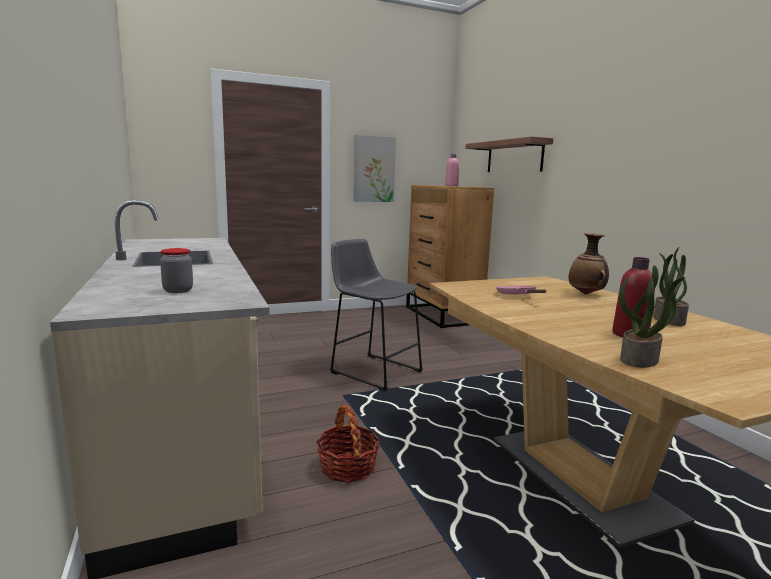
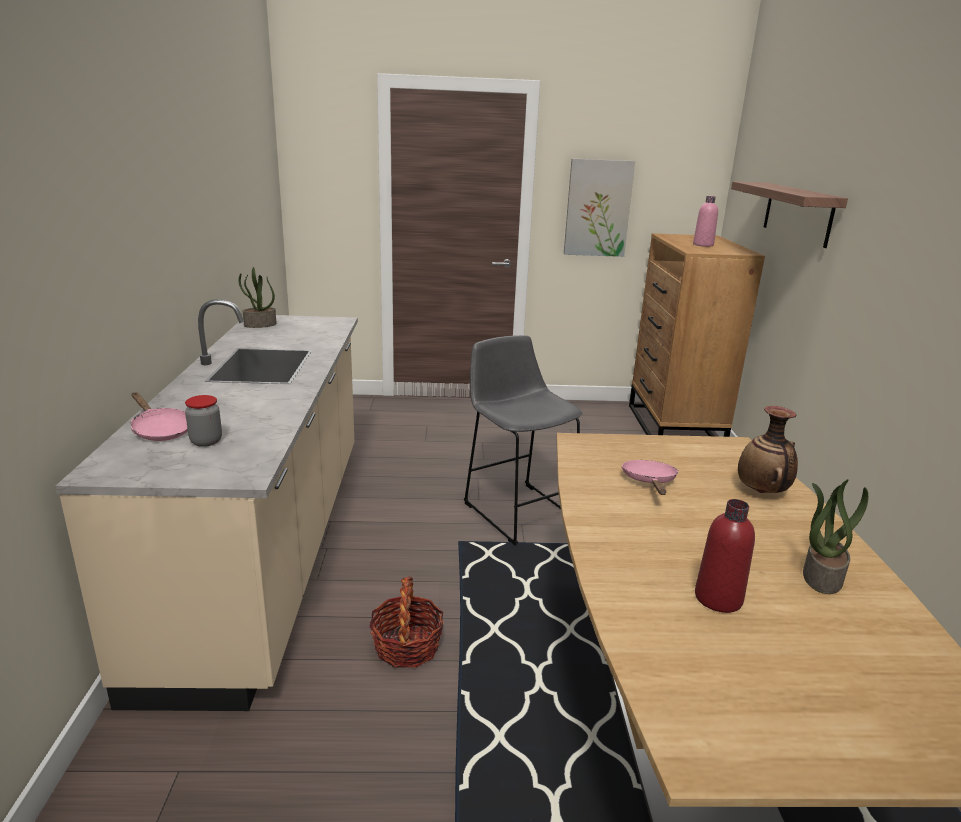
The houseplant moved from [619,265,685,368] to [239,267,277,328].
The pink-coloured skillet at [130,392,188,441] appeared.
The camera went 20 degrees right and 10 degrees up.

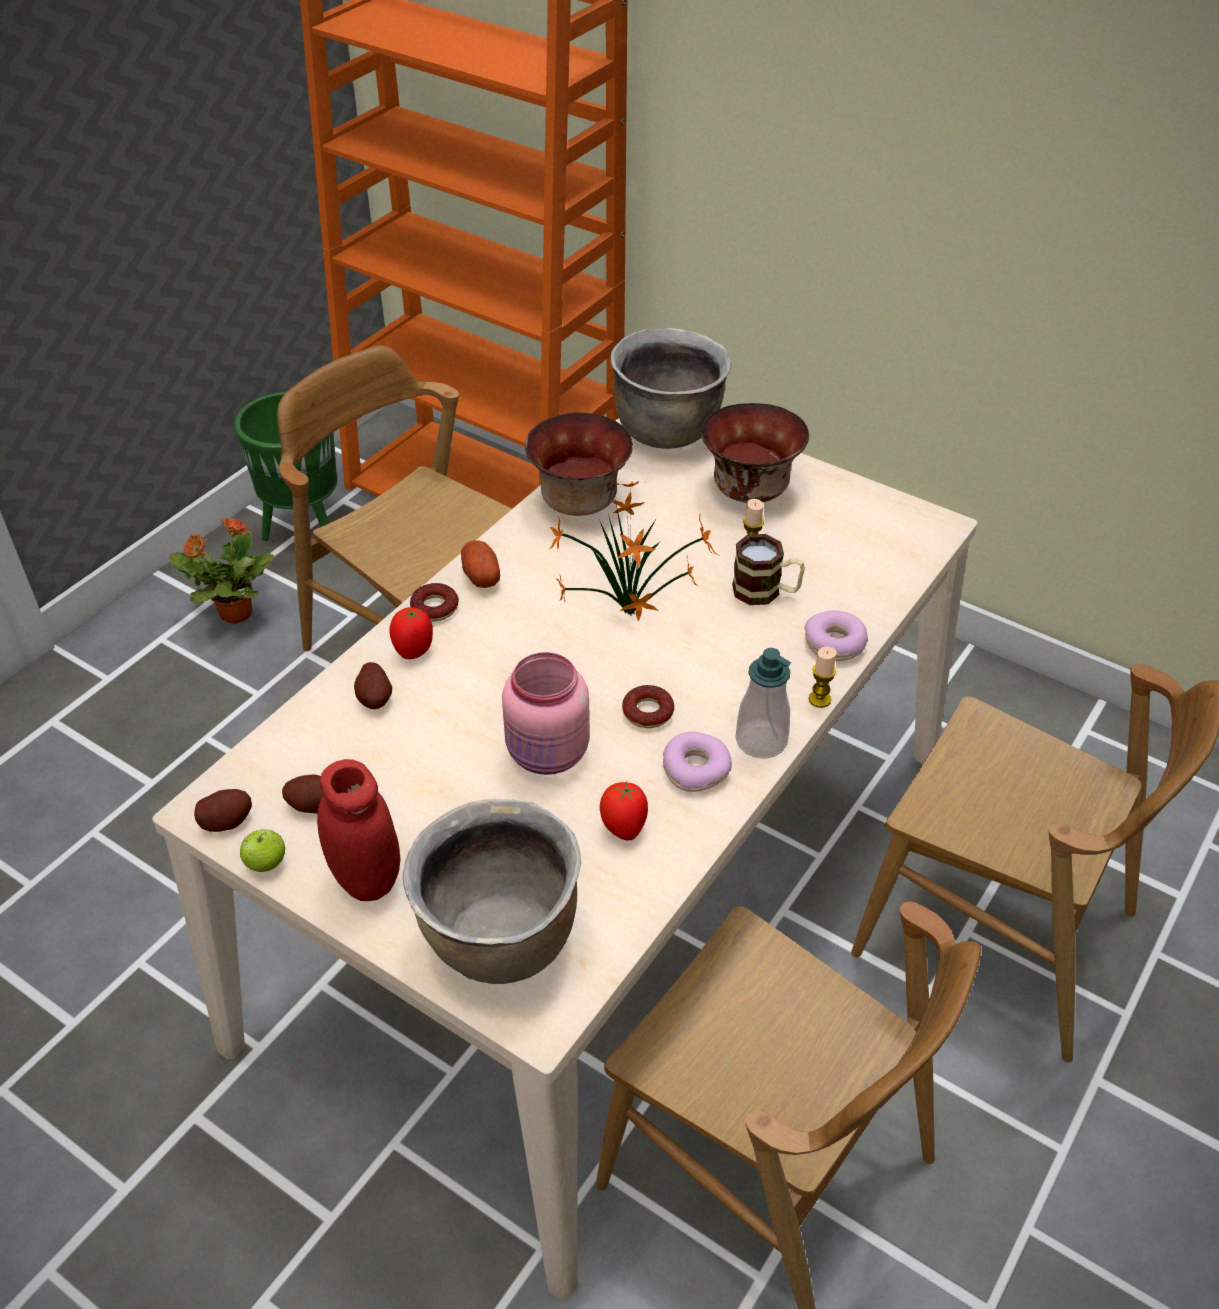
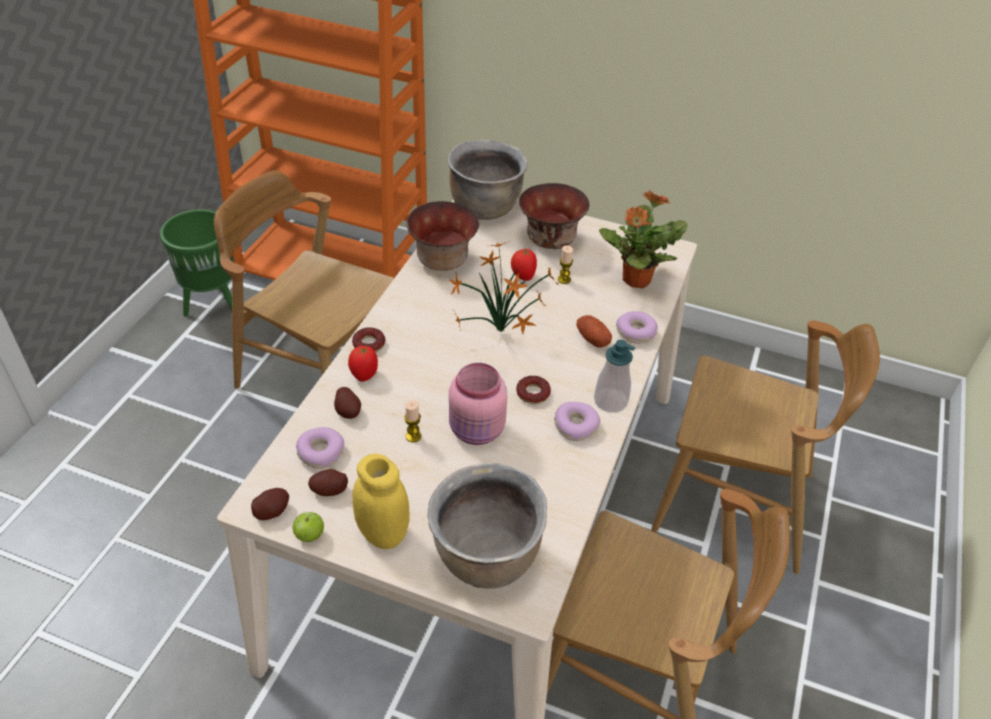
The houseplant moved from [169,518,274,624] to [599,190,688,288].
The red-coloured preserve jar at [317,759,400,901] became the yellow preserve jar at [352,454,409,549].
The spud moved from [461,540,500,588] to [577,315,612,347].
The tomato moved from [600,781,648,841] to [511,248,537,281].
The coffee mug at [732,534,805,605] disappeared.
The candle moved from [808,647,837,708] to [404,400,421,442].
The ring doughnut at [296,427,344,469] appeared.
The camera went 15 degrees left and 0 degrees up.

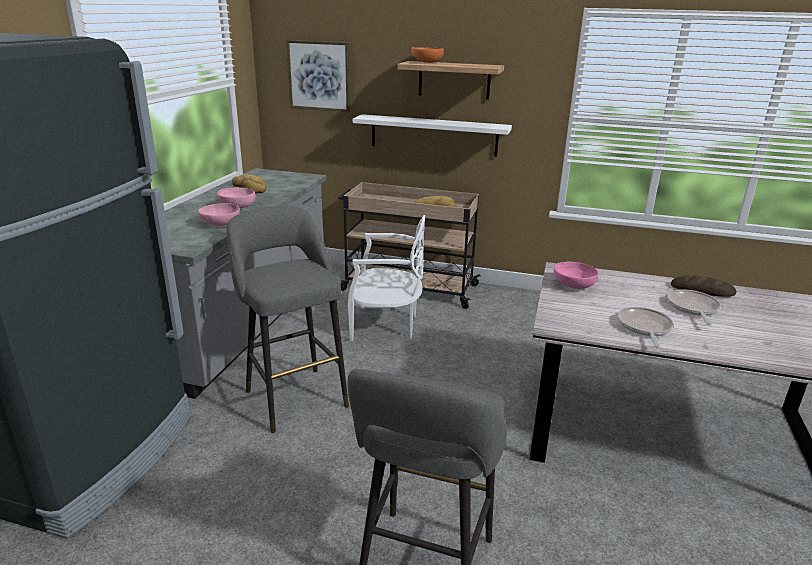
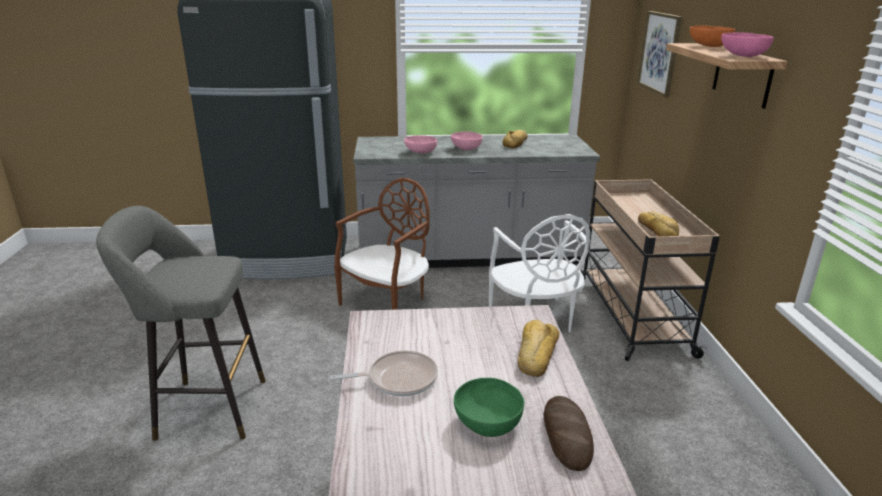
The grey stool seat at [227,206,349,433] was replaced by the brown upright chair at [334,178,430,310].
The white-coloured bracket shelf at [353,114,512,156] disappeared.
The pink-coloured serving bowl moved from [554,261,598,289] to [721,32,774,57].
The skillet at [667,289,721,325] was replaced by the greenish serving bowl at [454,378,524,437].
The bakery bread at [518,320,559,377] appeared.
The camera went 70 degrees right and 0 degrees up.

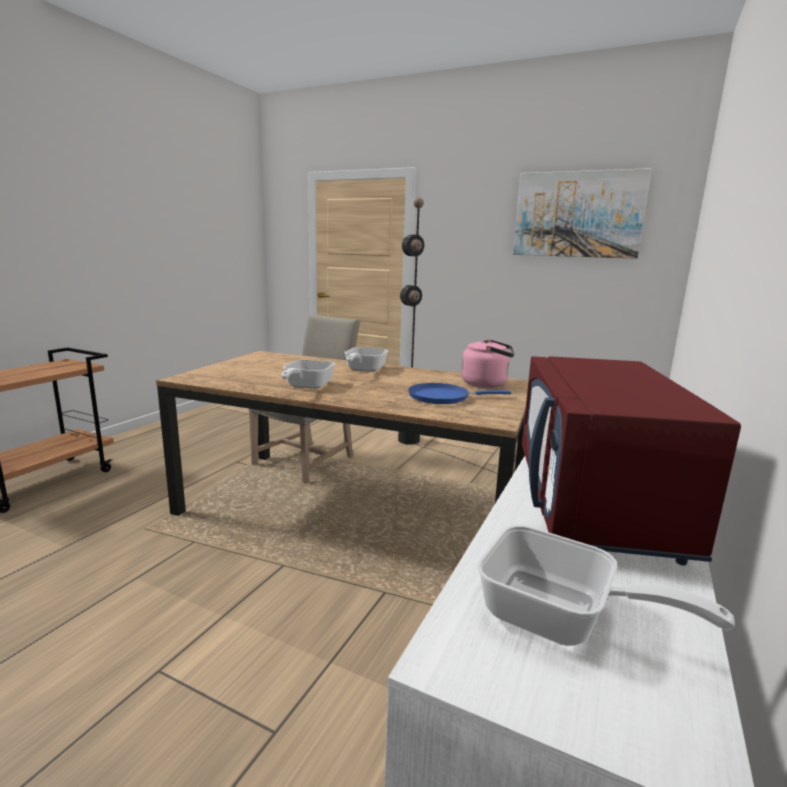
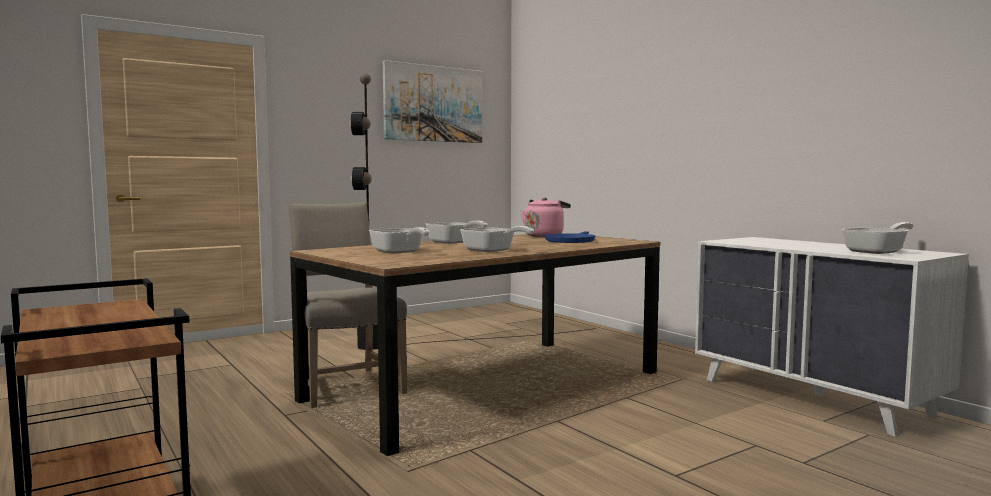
The red-coloured microwave oven at [522,356,741,566] disappeared.
The skillet at [369,227,430,254] appeared.
The camera went 60 degrees left and 10 degrees down.

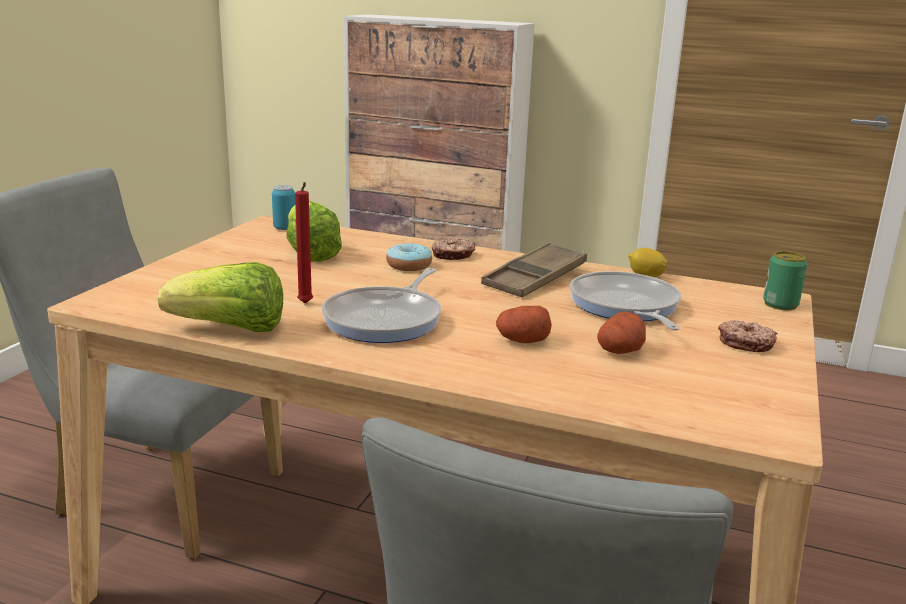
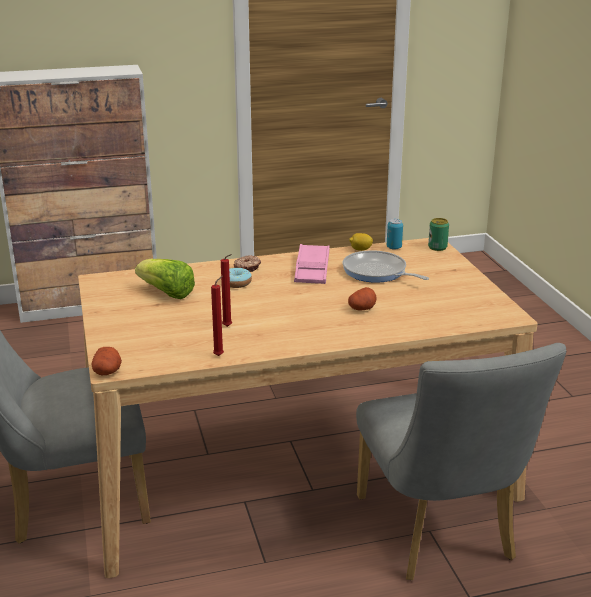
The head of lettuce at [158,262,283,332] was replaced by the red-coloured candle at [211,276,224,356].
The metal can moved from [272,185,295,230] to [387,219,403,250].
The skillet at [321,268,442,343] disappeared.
The brown serving tray at [481,242,587,297] became the pink-coloured serving tray at [294,244,330,284].
The spud moved from [597,312,646,354] to [91,347,122,375].
The ring doughnut at [718,320,778,352] disappeared.
The camera went 35 degrees left and 5 degrees up.

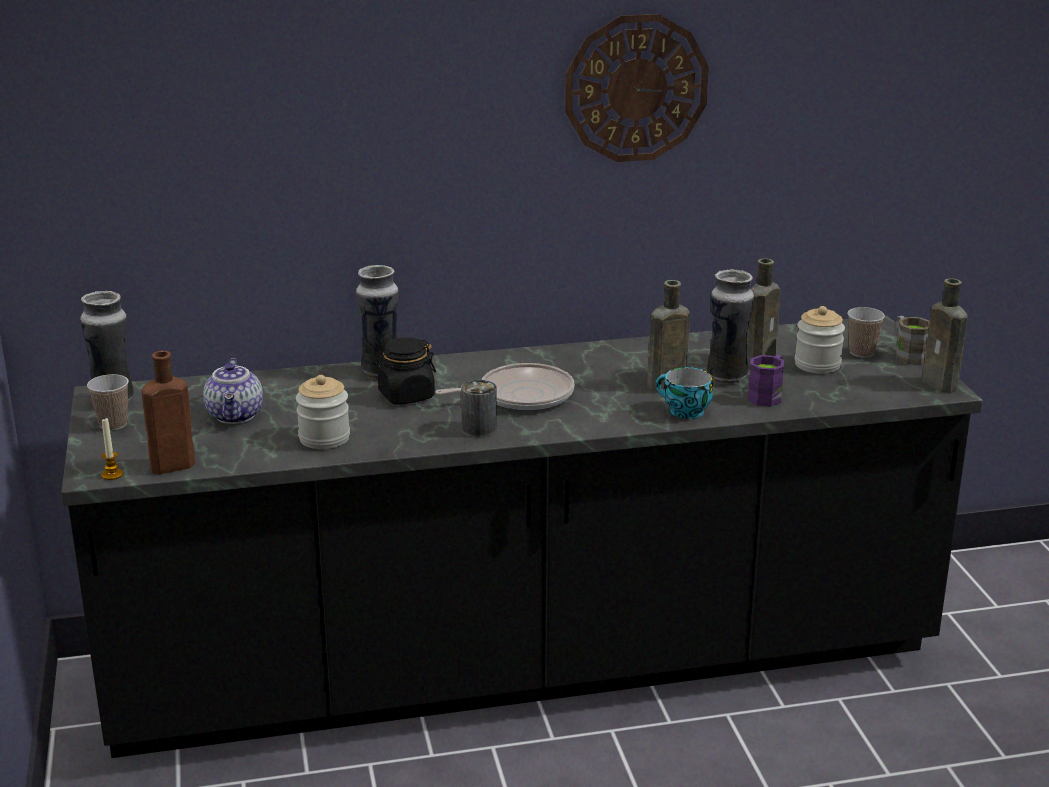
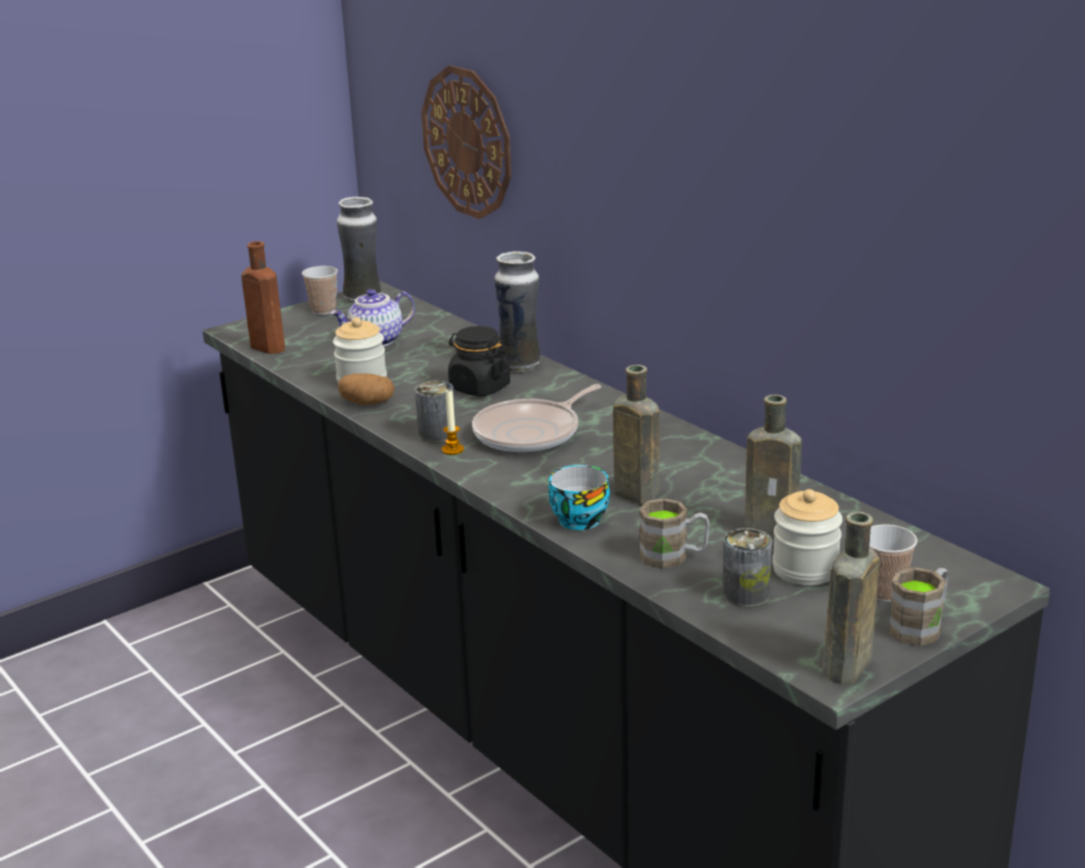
The candle moved from [101,417,124,480] to [442,391,464,455].
The skillet at [435,363,574,411] turned 90 degrees clockwise.
The hanging clock moved from [565,14,709,162] to [421,65,511,219].
The flower vase at [706,269,754,384] disappeared.
The purple coffee mug at [748,355,784,407] became the brown coffee mug at [639,498,710,569].
The spud at [338,374,395,405] appeared.
The metal can at [722,528,772,607] appeared.
The camera went 65 degrees right and 0 degrees up.

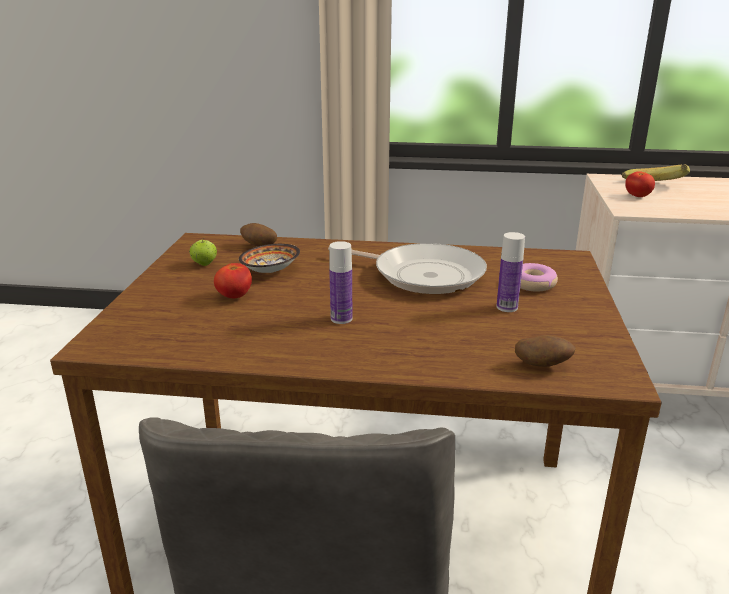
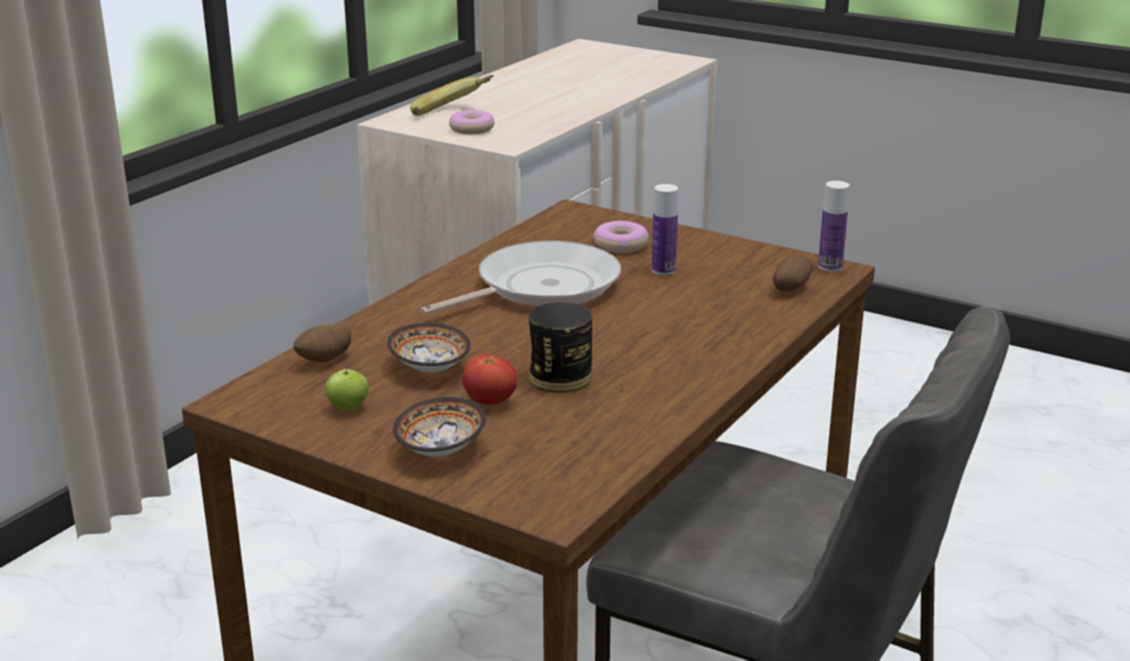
The bottle moved from [329,241,352,324] to [818,181,850,272].
The tomato at [625,172,655,197] was replaced by the ring doughnut at [449,110,494,134].
The serving bowl at [393,397,486,457] appeared.
The metal can at [528,302,592,393] appeared.
The camera went 65 degrees left and 0 degrees up.

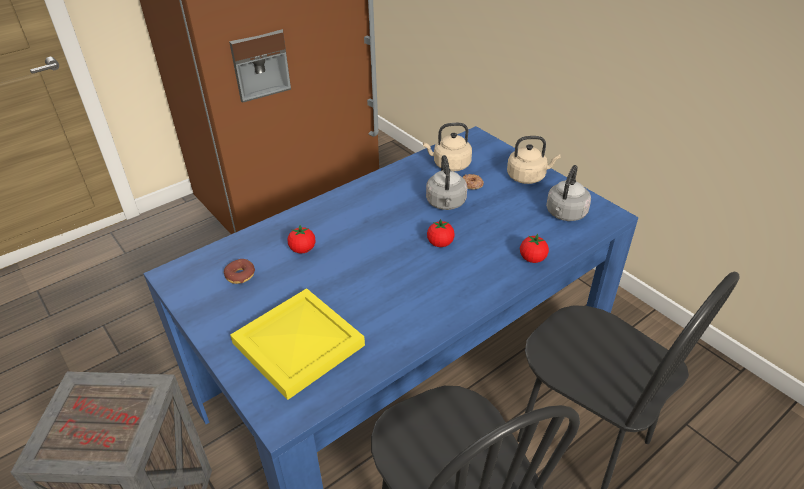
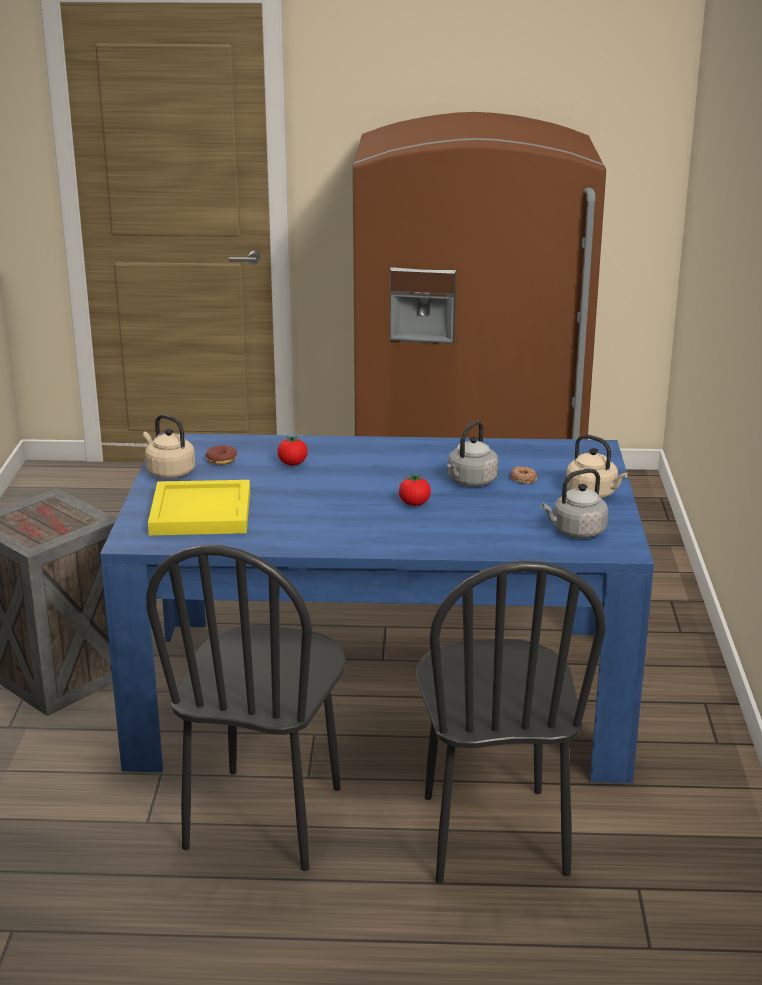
The beige-coloured water kettle moved from [423,123,472,172] to [143,414,195,479].
The tomato at [520,234,549,263] disappeared.
The camera went 40 degrees right and 15 degrees down.

